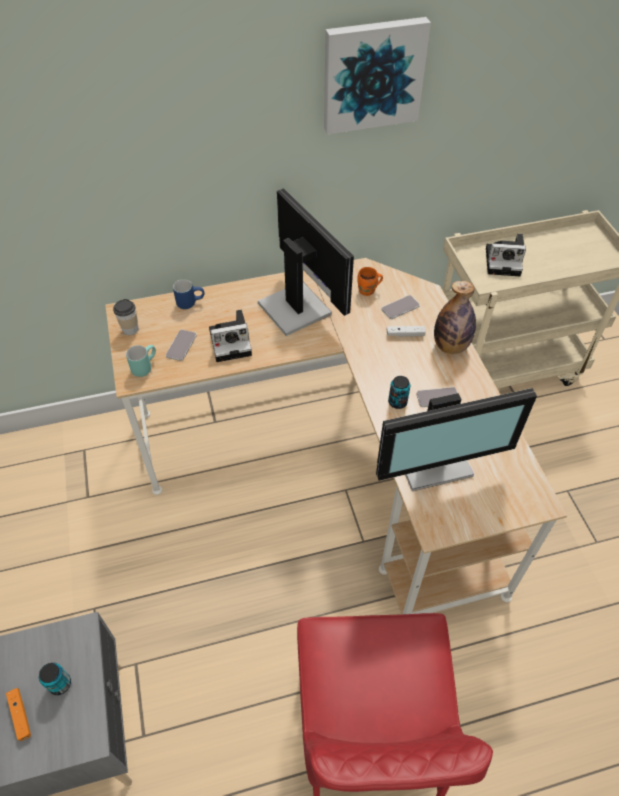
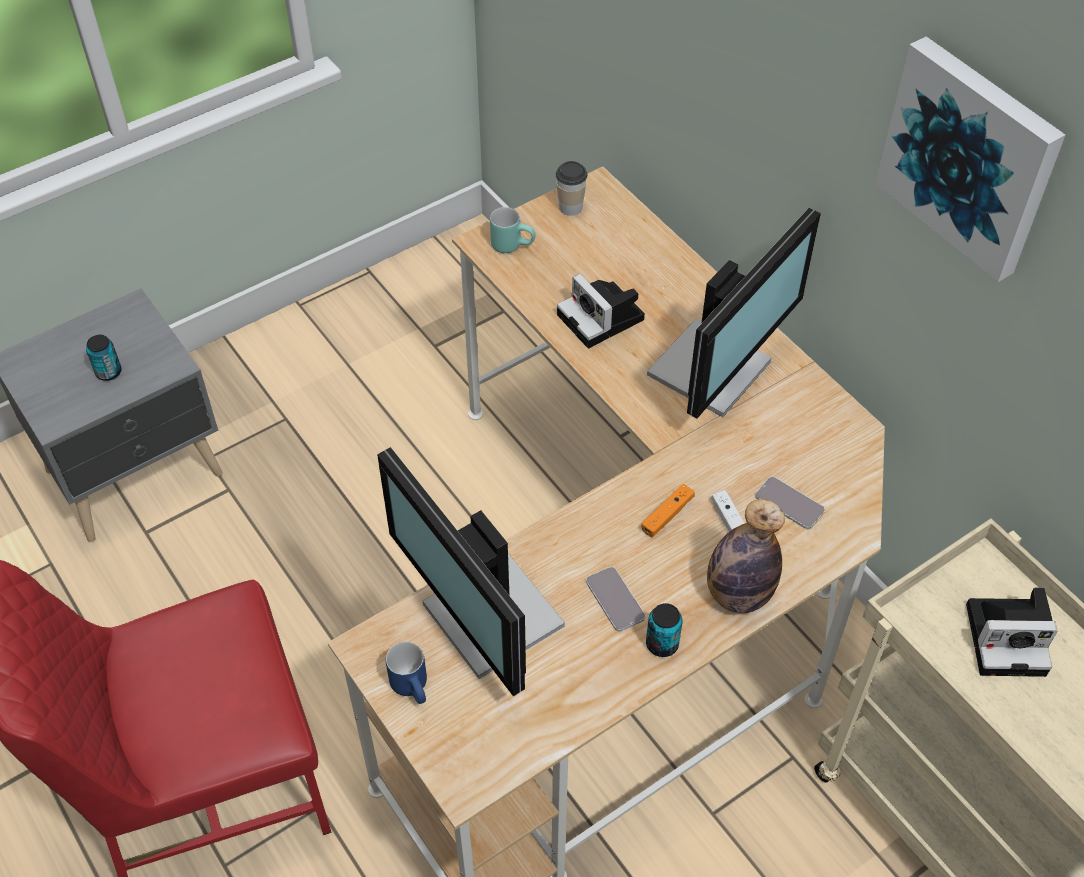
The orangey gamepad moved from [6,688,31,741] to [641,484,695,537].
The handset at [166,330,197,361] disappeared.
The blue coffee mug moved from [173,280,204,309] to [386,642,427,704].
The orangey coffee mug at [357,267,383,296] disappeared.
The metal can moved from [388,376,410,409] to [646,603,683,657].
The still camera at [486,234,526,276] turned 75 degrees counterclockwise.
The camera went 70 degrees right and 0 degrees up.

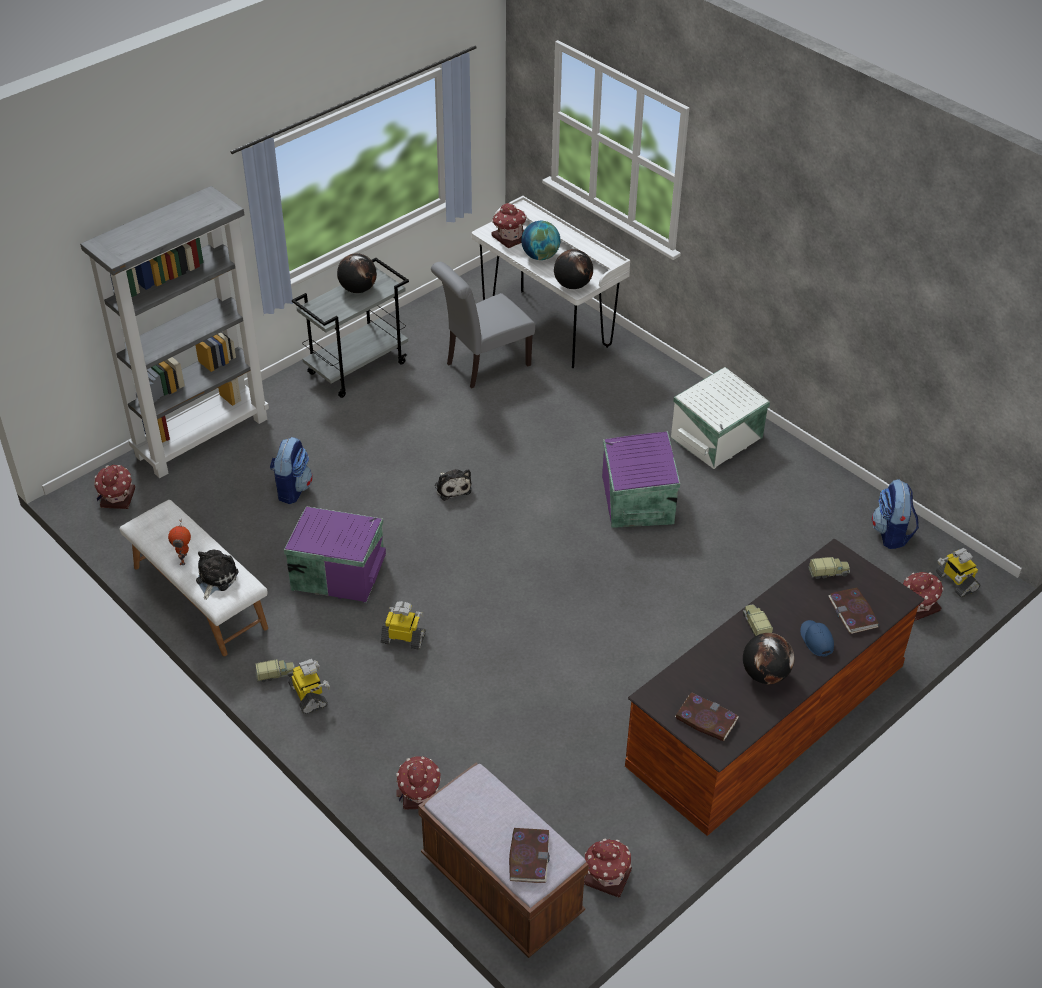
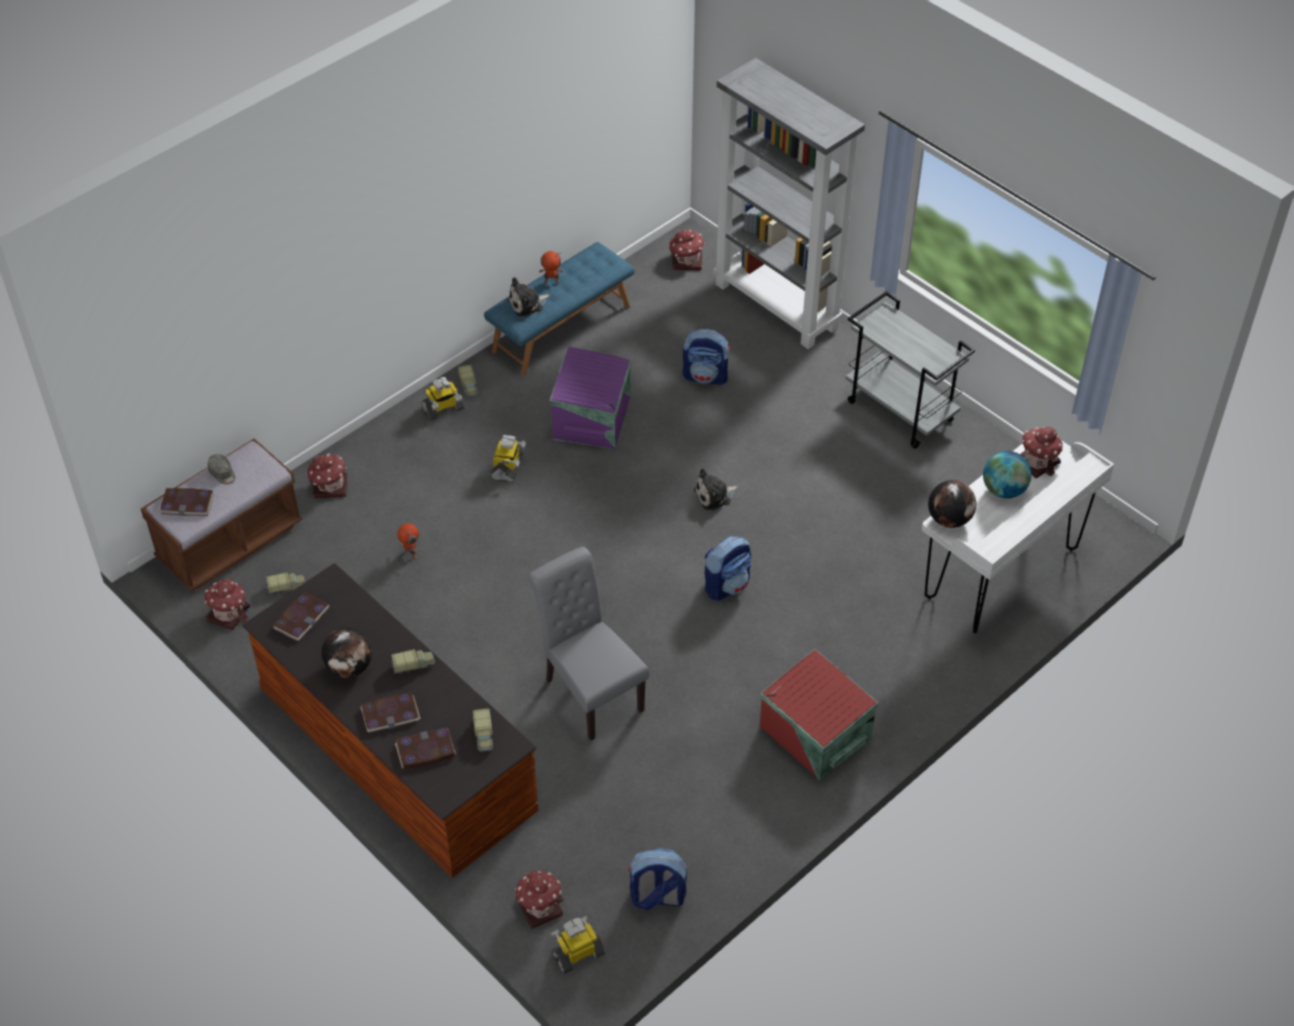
The white-coloured indoor bench at [120,500,268,656] became the blue indoor bench at [484,242,635,376].
The plush toy at [196,549,239,600] turned 135 degrees clockwise.
The world globe at [337,253,377,293] disappeared.
The grey upright chair moved from [431,262,535,388] to [528,547,649,741].
The purple storage bin at [602,431,680,528] disappeared.
The white-coloured storage bin at [671,367,770,469] became the red-coloured storage bin at [760,649,878,781].
The blue baseball cap at [800,620,834,657] was replaced by the volume at [360,692,421,733].
The grey baseball cap at [208,454,235,485] appeared.
The toy truck at [266,572,305,595] appeared.
The toy robot at [397,523,419,560] appeared.
The backpack at [705,536,752,601] appeared.
The camera went 90 degrees right and 5 degrees up.

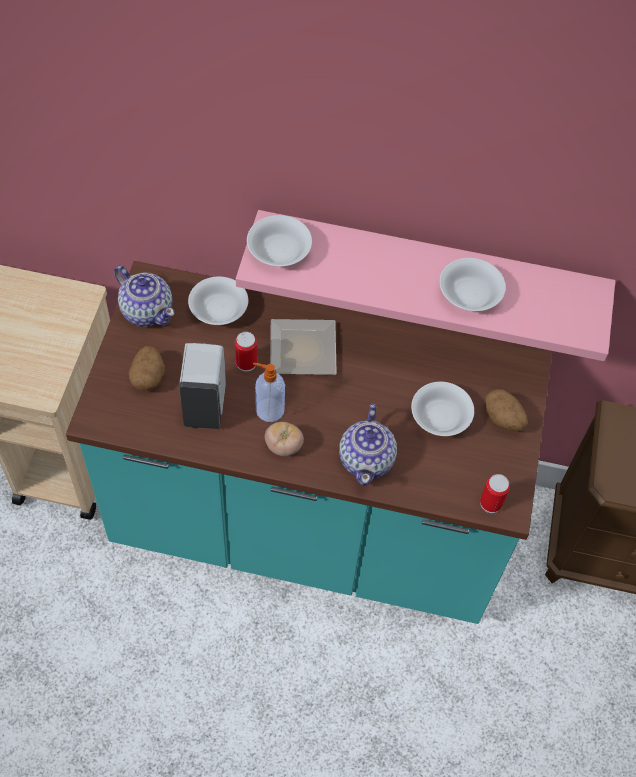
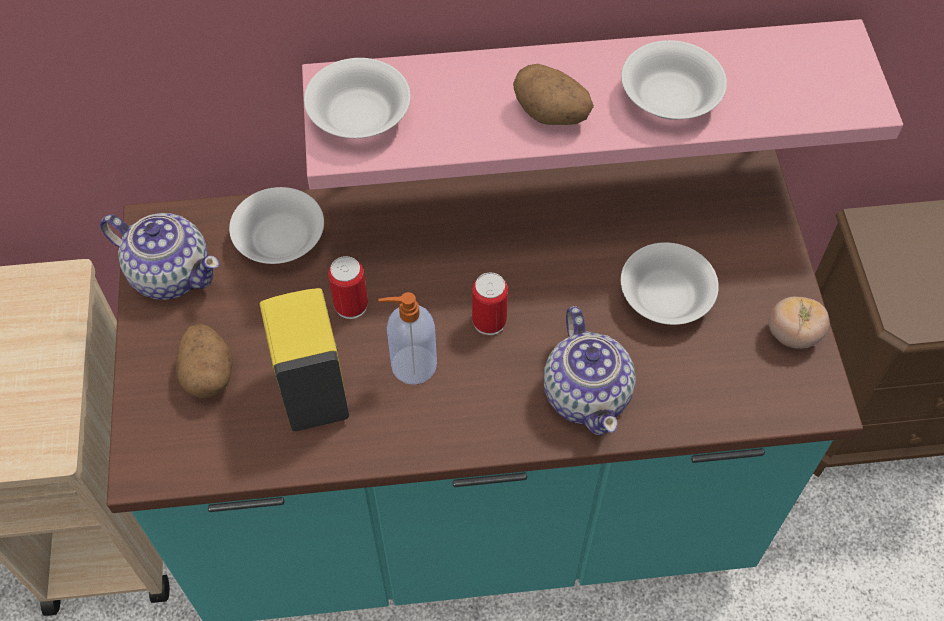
The white-coloured soap dispenser at [179,343,226,429] became the yellow soap dispenser at [260,288,349,431].
The tomato moved from [265,422,304,456] to [768,297,830,349].
The plate at [270,319,337,375] disappeared.
The metal can moved from [480,474,510,513] to [472,273,508,335].
The spud moved from [485,389,527,432] to [513,64,594,125].
The camera went 15 degrees left and 0 degrees up.

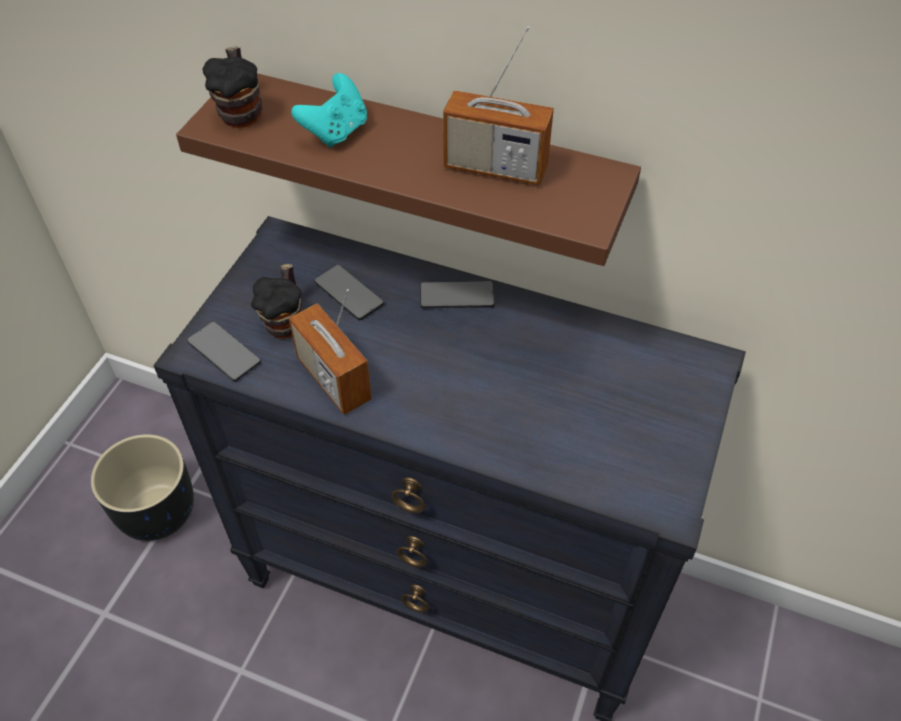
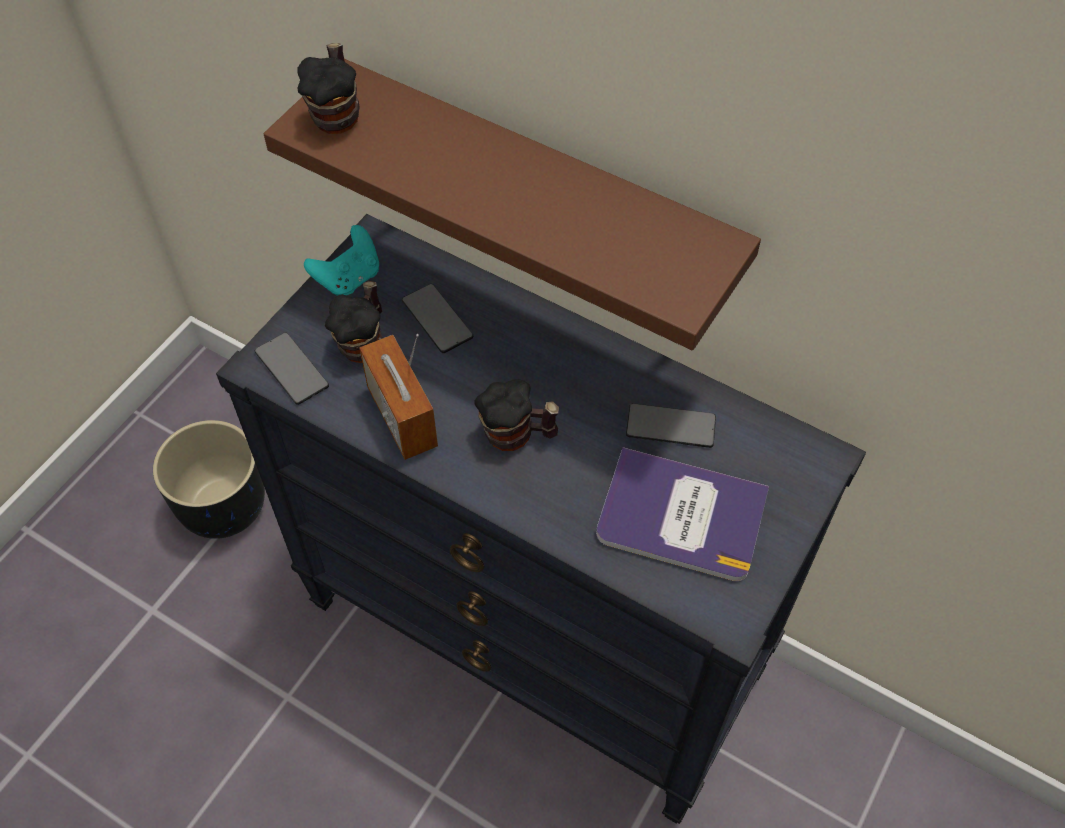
The turquoise-coloured gamepad moved from [291,73,367,148] to [304,225,379,296].
The handset moved from [420,281,495,308] to [626,403,716,448].
The radio receiver at [443,27,554,185] disappeared.
The coffee mug at [474,379,559,451] appeared.
The volume at [596,447,769,581] appeared.
The camera went 10 degrees right and 5 degrees up.

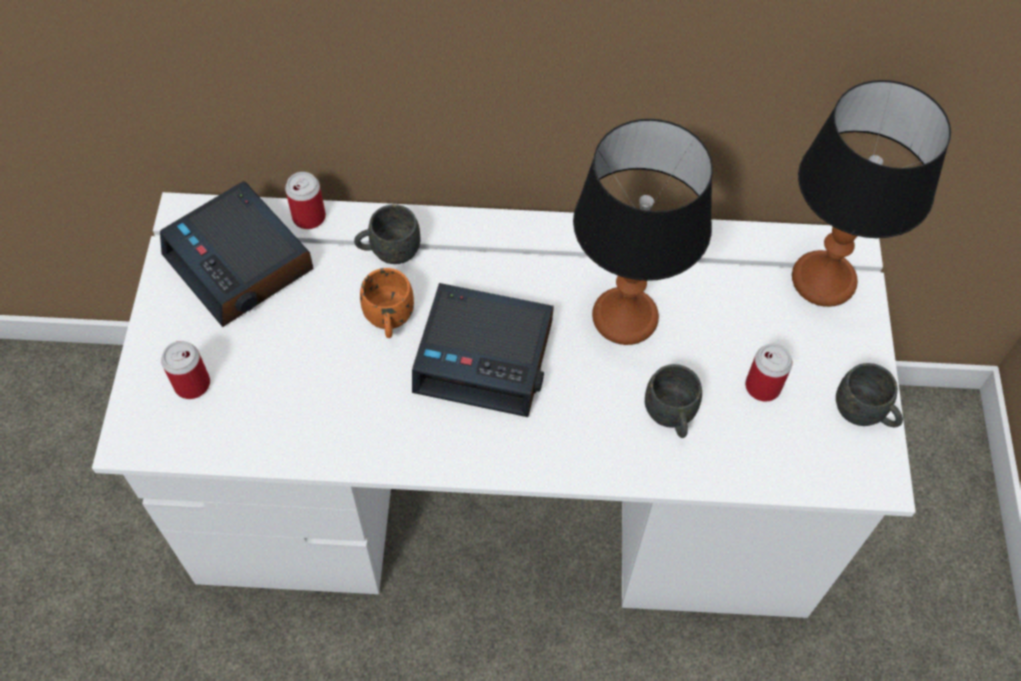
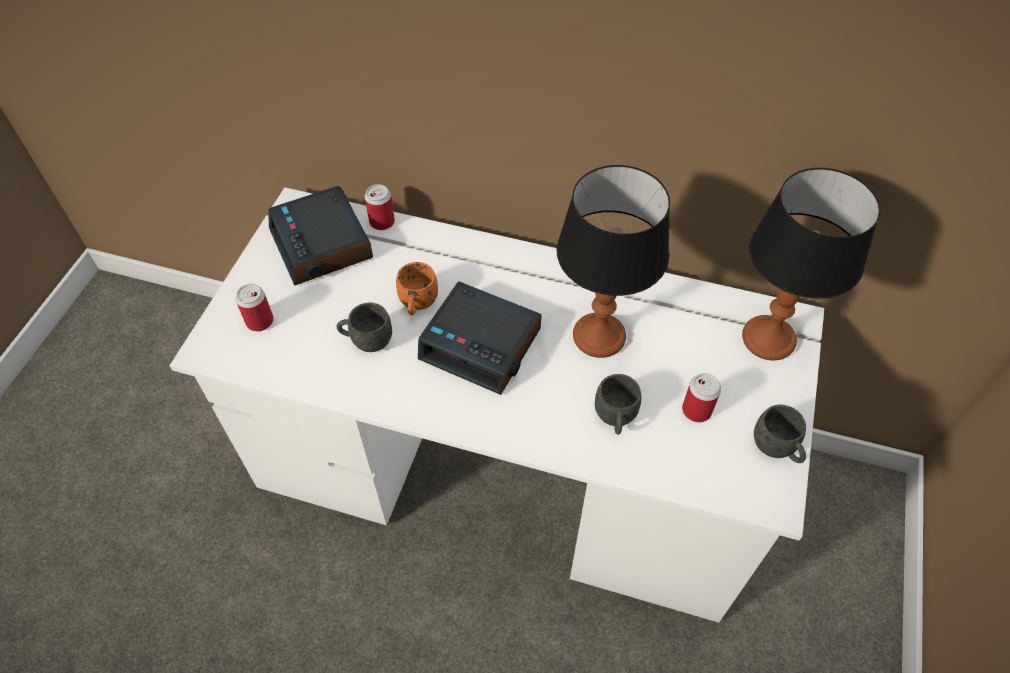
The grey coffee mug moved from [354,204,420,264] to [337,302,392,352].
The camera went 15 degrees right and 5 degrees down.

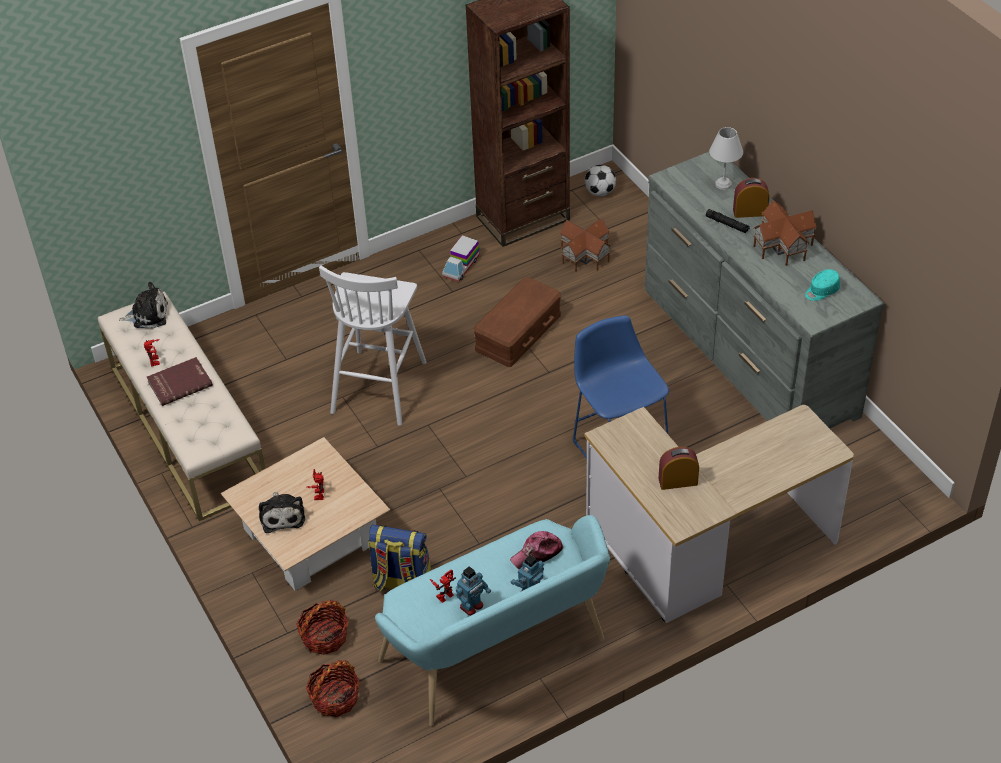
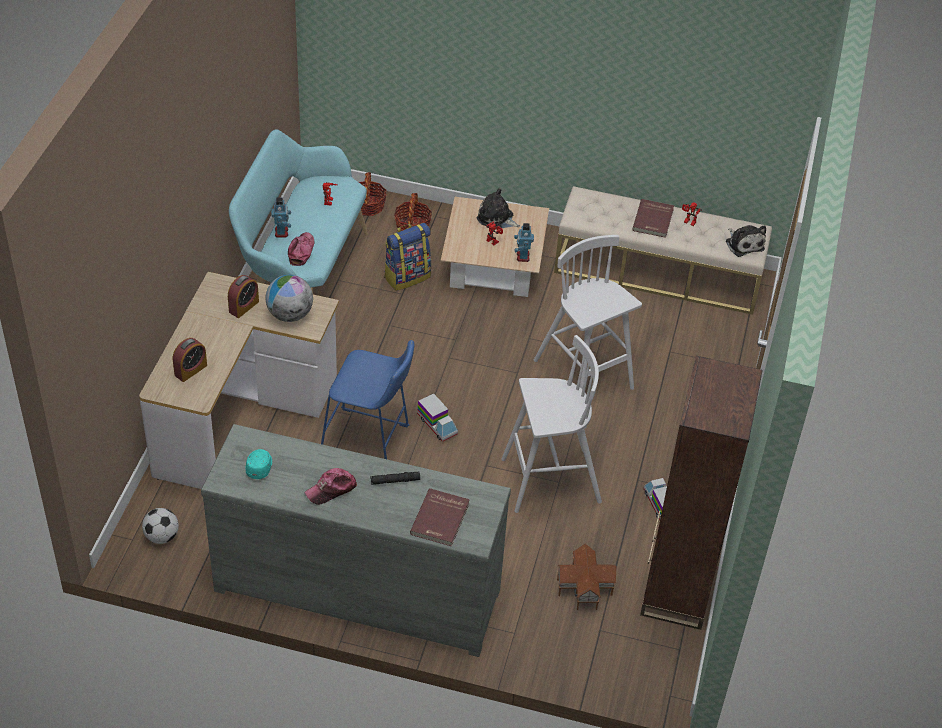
The plush toy at [120,282,168,329] turned 60 degrees counterclockwise.
The toy robot moved from [456,566,491,616] to [514,223,534,262].
The brown storage bin at [473,277,561,367] was replaced by the white-coloured stool seat at [501,335,602,513].
The football moved from [585,165,616,196] to [142,508,179,544].
The white-coloured tabletop lamp at [709,127,743,190] was replaced by the red-coloured volume at [410,488,470,546].
The bedside clock moved from [733,178,769,218] to [173,338,207,382].
The miniature house at [753,200,817,266] was replaced by the baseball cap at [305,468,357,505].
The world globe at [266,275,313,322] appeared.
The toy truck at [417,393,458,442] appeared.
The camera went 130 degrees right and 0 degrees up.

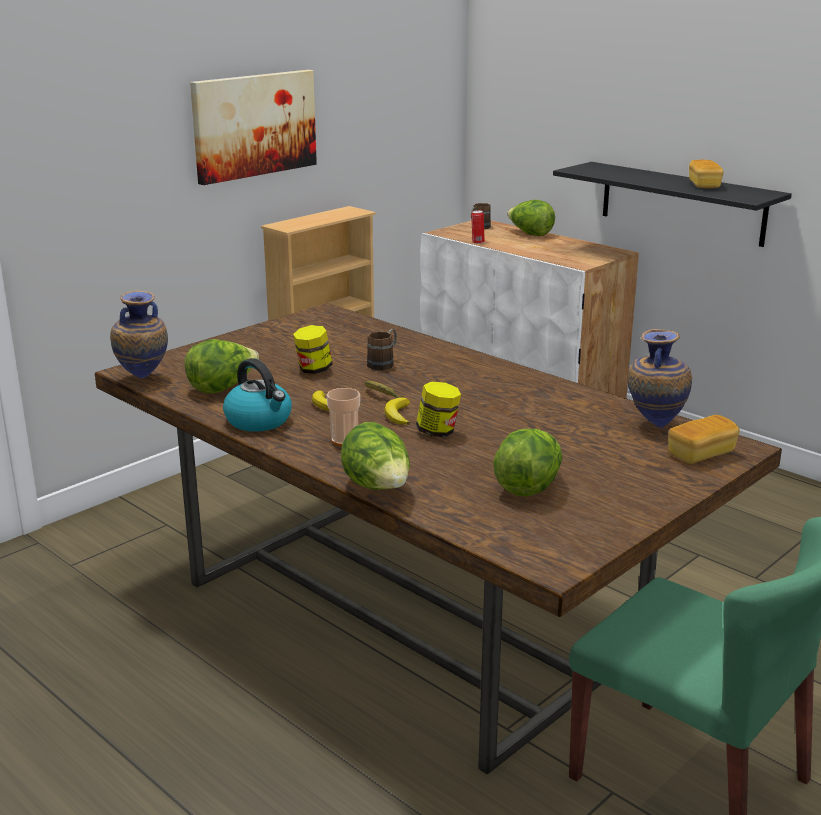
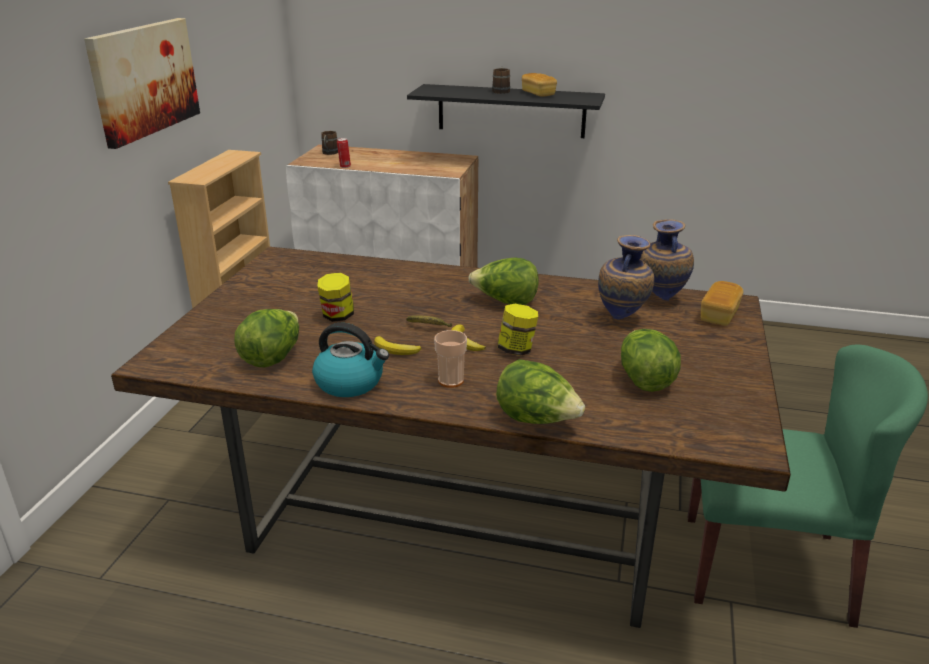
The flower vase moved from [110,290,168,378] to [598,235,654,320].
The brown coffee mug moved from [367,329,397,370] to [492,67,510,94].
The head of lettuce moved from [507,200,555,236] to [468,257,538,305].
The camera went 30 degrees left and 5 degrees up.

